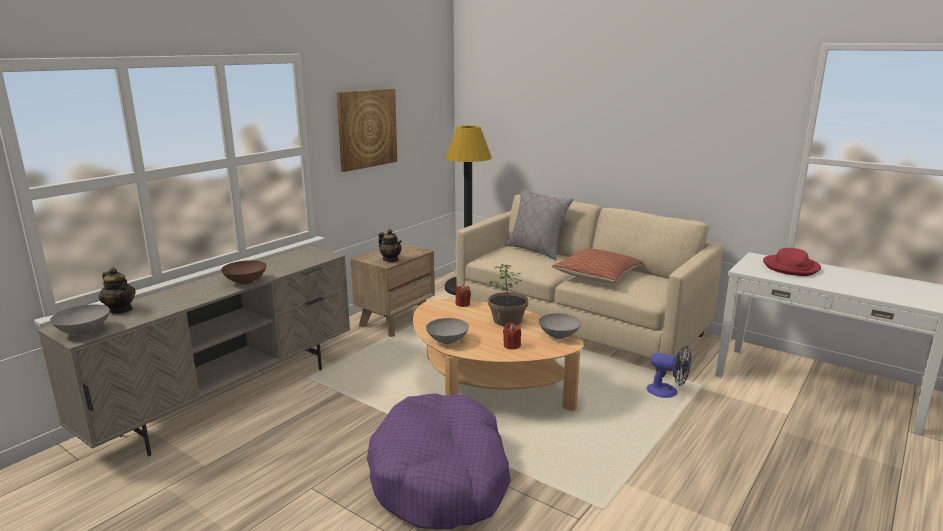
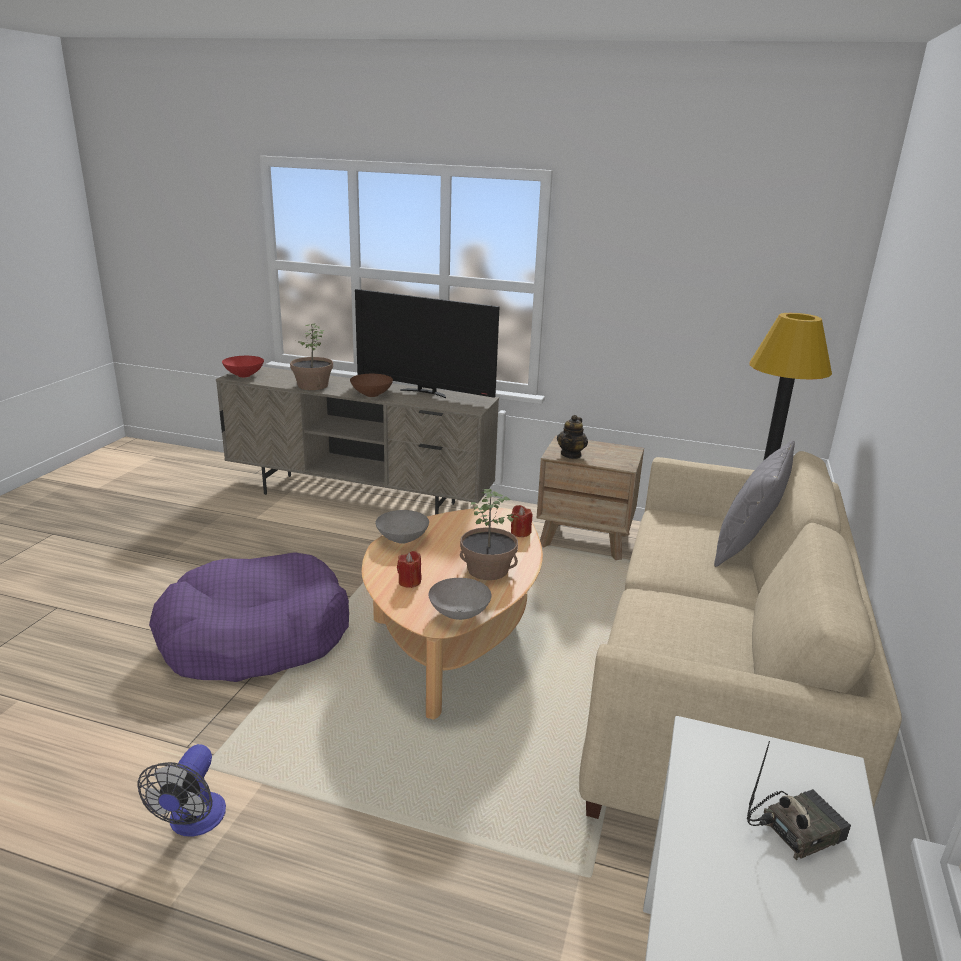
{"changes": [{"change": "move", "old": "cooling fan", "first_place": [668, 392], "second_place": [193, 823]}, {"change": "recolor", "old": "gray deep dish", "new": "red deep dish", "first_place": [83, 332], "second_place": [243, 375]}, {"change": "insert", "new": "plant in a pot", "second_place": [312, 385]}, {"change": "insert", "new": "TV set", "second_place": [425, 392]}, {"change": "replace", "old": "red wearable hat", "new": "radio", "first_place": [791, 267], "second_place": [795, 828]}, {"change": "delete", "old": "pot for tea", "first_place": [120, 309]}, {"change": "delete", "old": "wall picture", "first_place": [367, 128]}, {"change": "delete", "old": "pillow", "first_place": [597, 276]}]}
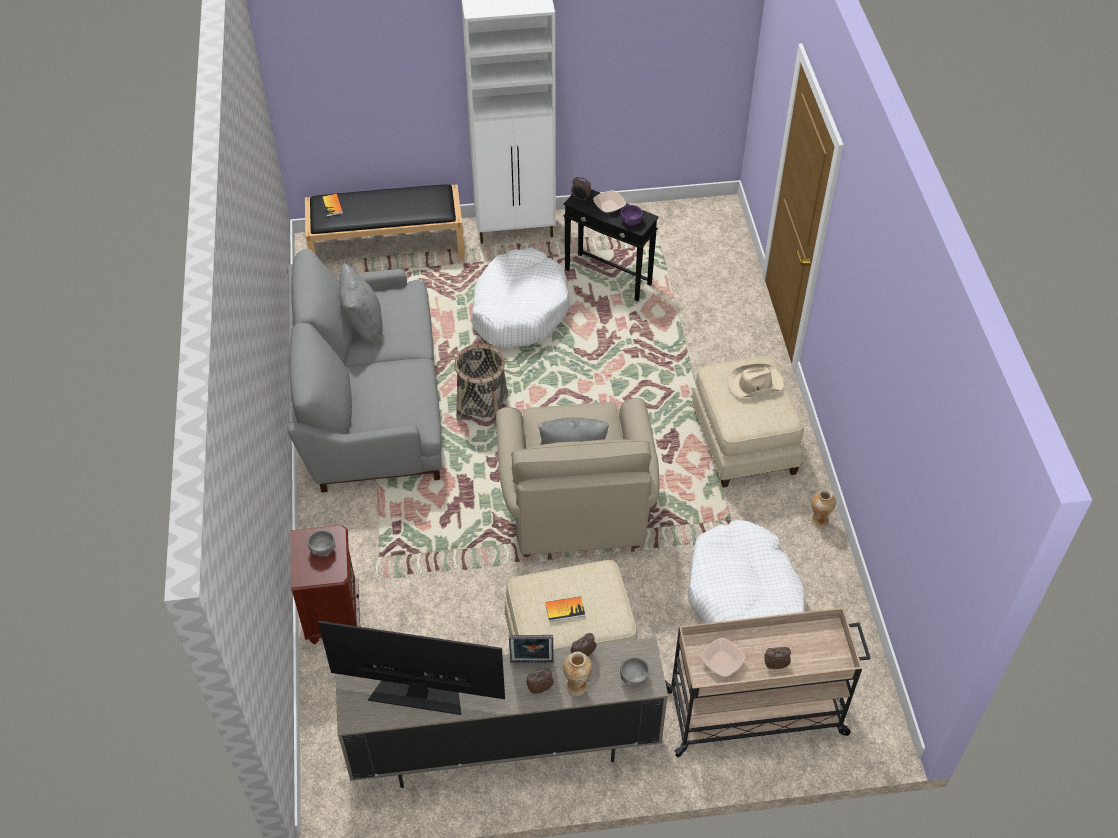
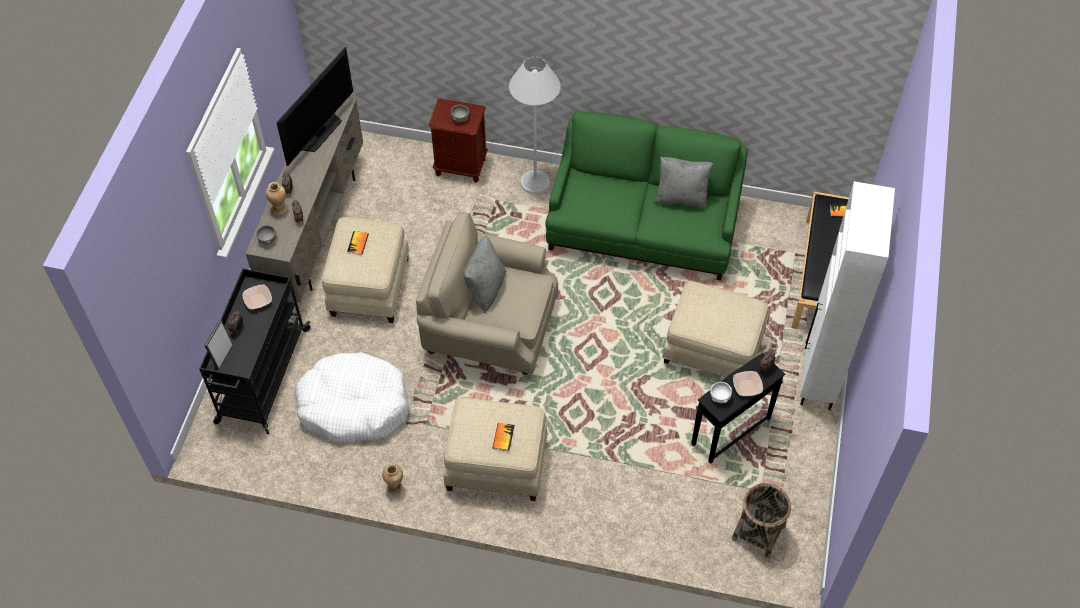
{"changes": [{"change": "recolor", "old": "beige-coloured trolley", "new": "blackish trolley", "first_place": [756, 712], "second_place": [262, 376]}, {"change": "move", "old": "picture frame", "first_place": [531, 663], "second_place": [223, 356]}, {"change": "replace", "old": "beige-coloured wearable hat", "new": "bound book", "first_place": [754, 383], "second_place": [503, 437]}, {"change": "insert", "new": "whitish standard lamp", "second_place": [535, 182]}, {"change": "recolor", "old": "gray settee", "new": "green settee", "first_place": [370, 402], "second_place": [643, 226]}, {"change": "replace", "old": "whitish dog bed", "new": "beige-coloured footrest", "first_place": [519, 309], "second_place": [712, 350]}, {"change": "recolor", "old": "purple-coloured deep dish", "new": "whitish deep dish", "first_place": [631, 221], "second_place": [720, 397]}, {"change": "move", "old": "storage basket", "first_place": [482, 407], "second_place": [758, 532]}]}
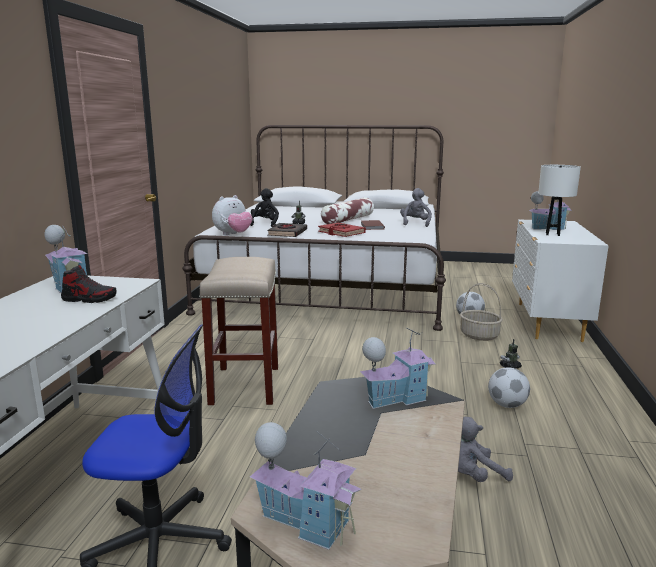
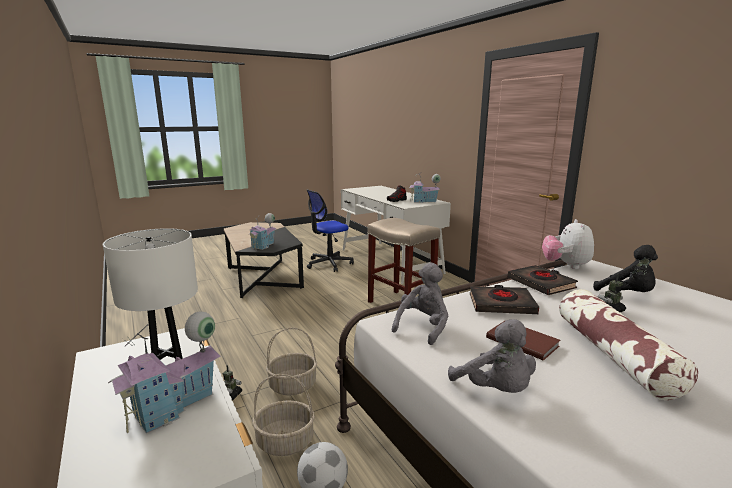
{"changes": [{"change": "insert", "new": "storage basket", "second_place": [292, 386]}, {"change": "move", "old": "gray cuddly toy", "first_place": [474, 476], "second_place": [423, 327]}, {"change": "recolor", "old": "red bound book", "new": "blackish bound book", "first_place": [341, 233], "second_place": [501, 304]}, {"change": "delete", "old": "toy house", "first_place": [306, 522]}, {"change": "delete", "old": "football ball", "first_place": [507, 405]}]}
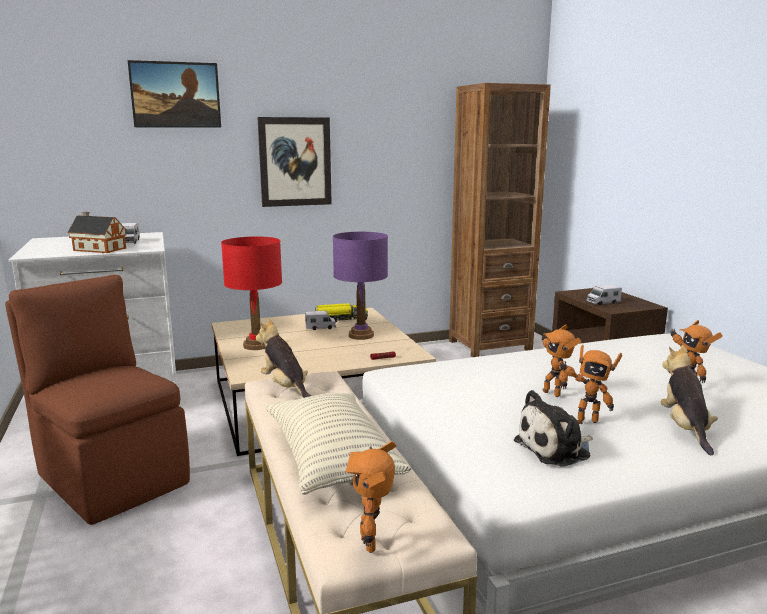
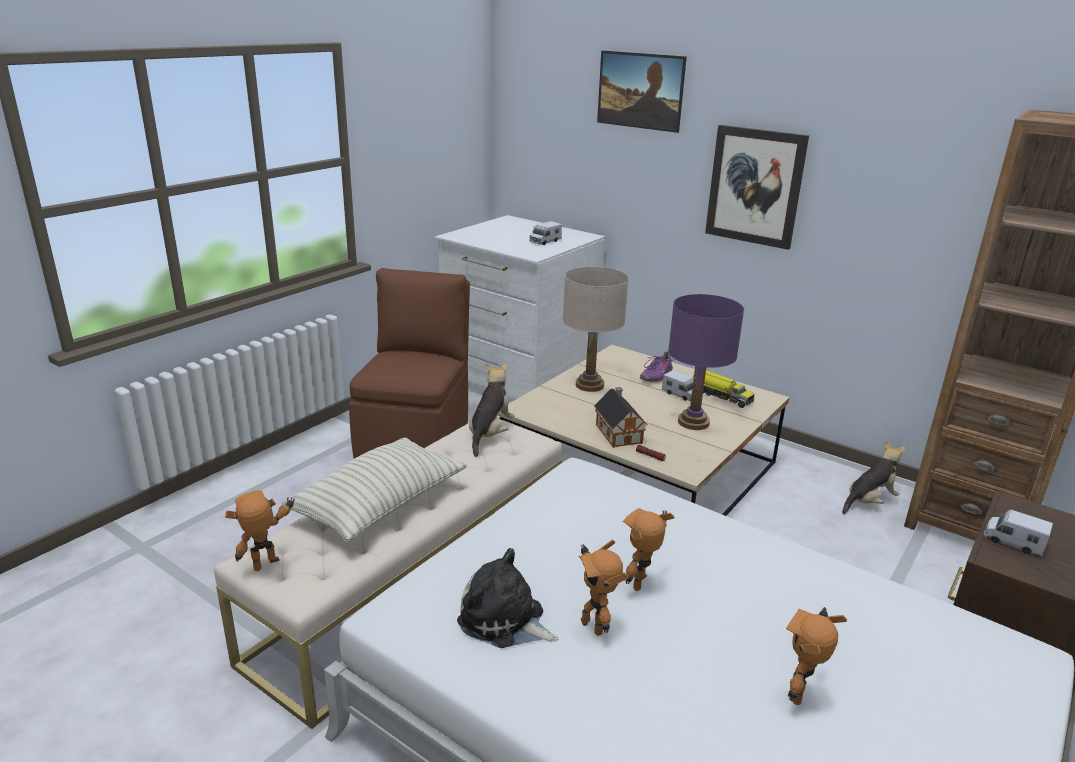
{"changes": [{"change": "recolor", "old": "red lamp for a table", "new": "beige-coloured lamp for a table", "first_place": [257, 345], "second_place": [589, 385]}, {"change": "move", "old": "toy house", "first_place": [98, 249], "second_place": [618, 432]}, {"change": "insert", "new": "purple-coloured item of footwear", "second_place": [655, 376]}, {"change": "move", "old": "cuddly toy", "first_place": [685, 429], "second_place": [869, 502]}]}
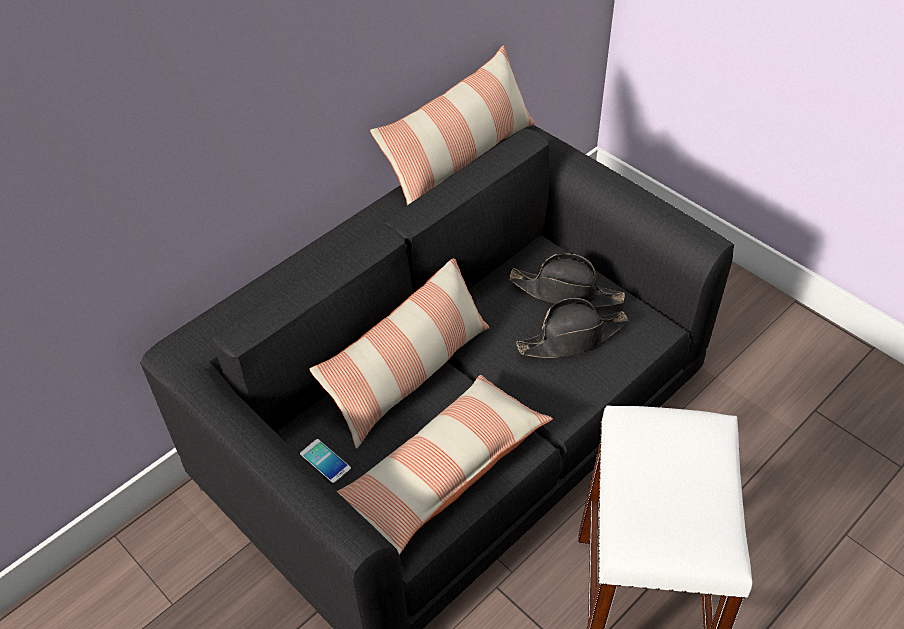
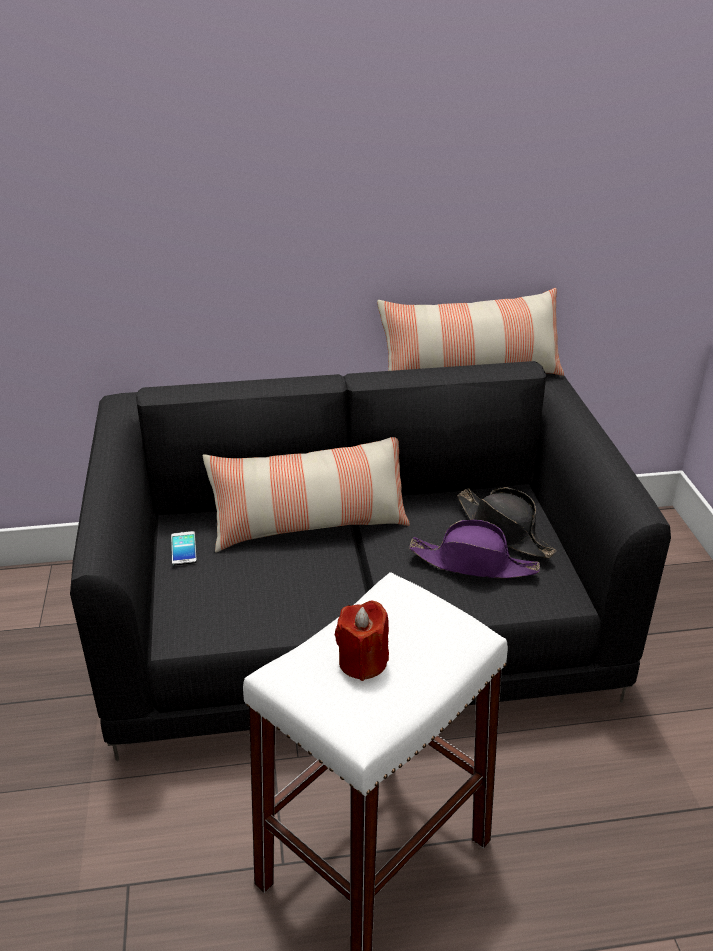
{"changes": [{"change": "insert", "new": "red wax candle", "second_place": [363, 662]}, {"change": "recolor", "old": "blackish wearable hat", "new": "purple-coloured wearable hat", "first_place": [572, 338], "second_place": [474, 563]}, {"change": "delete", "old": "pillow", "first_place": [442, 471]}]}
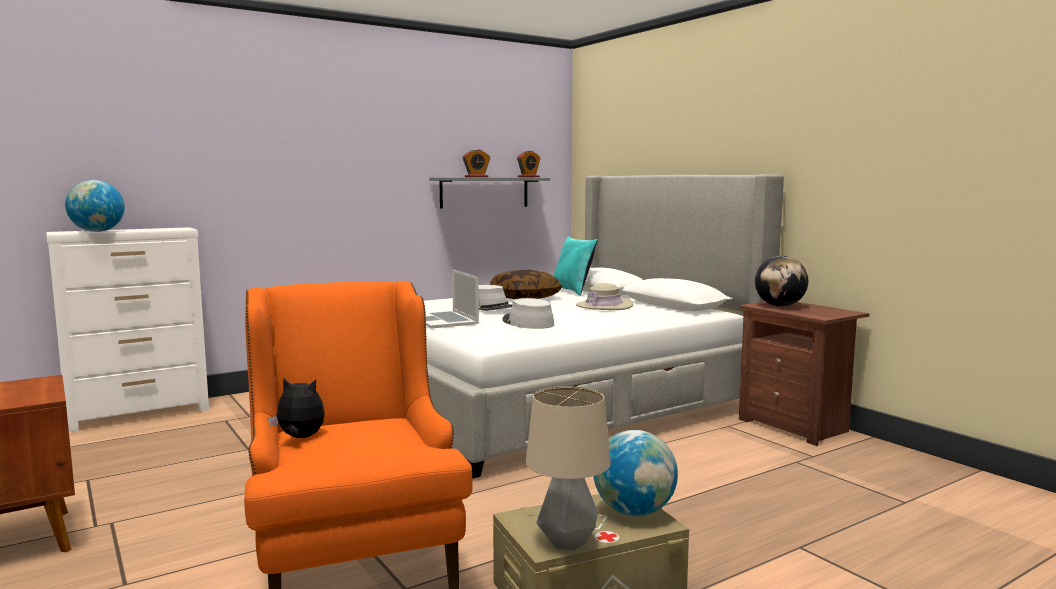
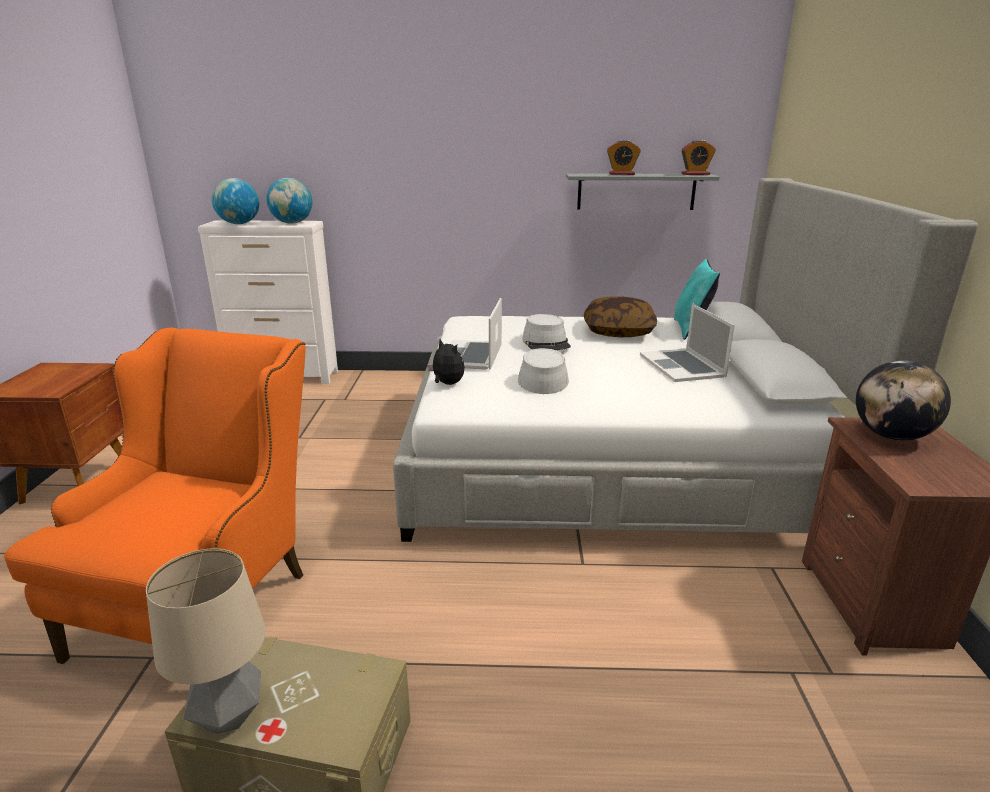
{"changes": [{"change": "move", "old": "world globe", "first_place": [634, 511], "second_place": [292, 223]}, {"change": "move", "old": "cuddly toy", "first_place": [300, 438], "second_place": [447, 384]}, {"change": "replace", "old": "beige-coloured wearable hat", "new": "portable computer", "first_place": [604, 306], "second_place": [682, 365]}]}
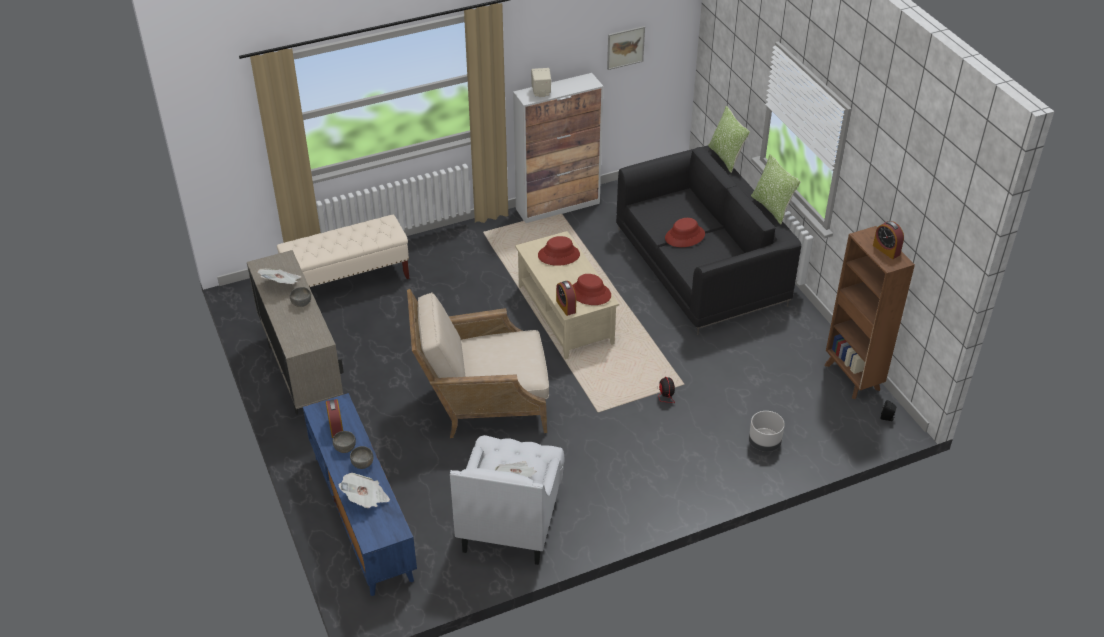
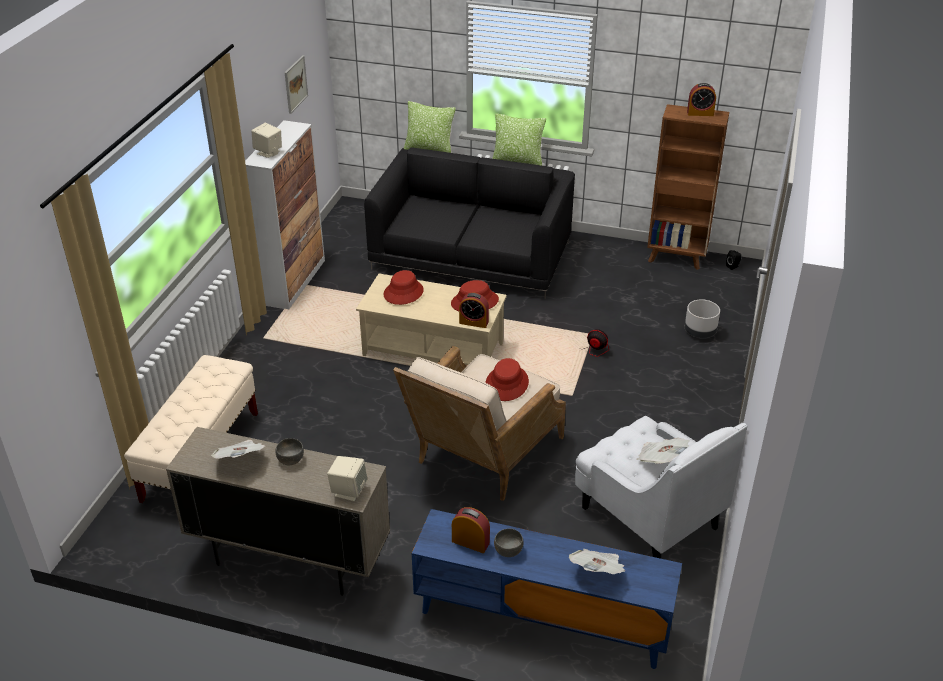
{"changes": [{"change": "insert", "new": "beige-coloured loudspeaker", "second_place": [348, 490]}, {"change": "move", "old": "red wearable hat", "first_place": [685, 236], "second_place": [507, 383]}, {"change": "delete", "old": "gray deep dish", "first_place": [363, 463]}]}
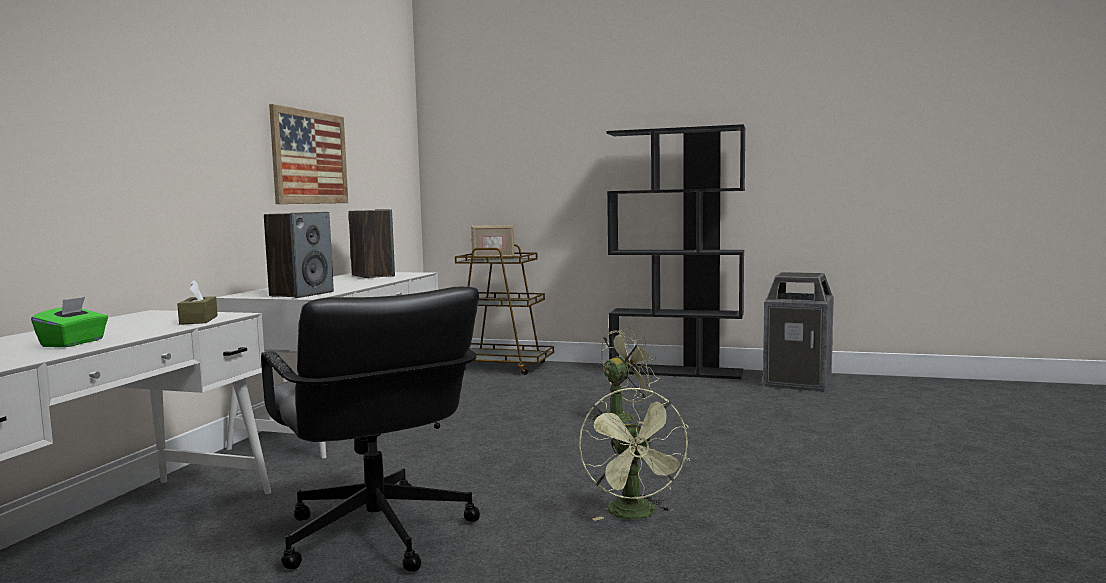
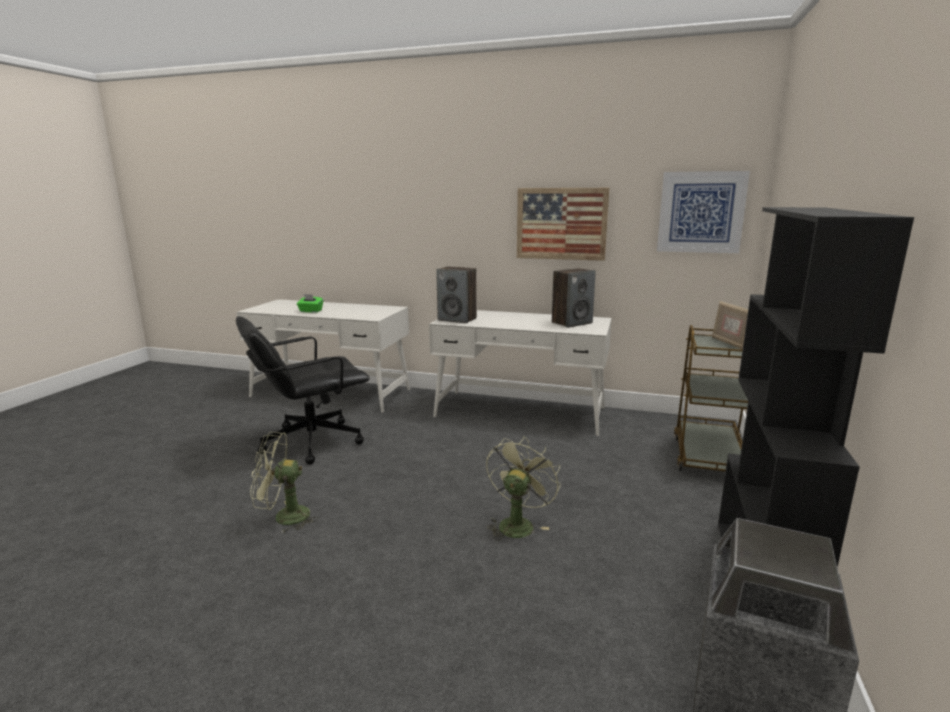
{"changes": [{"change": "rotate", "old": "green cooling fan", "first_place": [622, 417], "second_place": [517, 523], "degrees": -120}, {"change": "insert", "new": "wall picture", "second_place": [701, 212]}, {"change": "delete", "old": "brown box of tissues", "first_place": [199, 320]}]}
